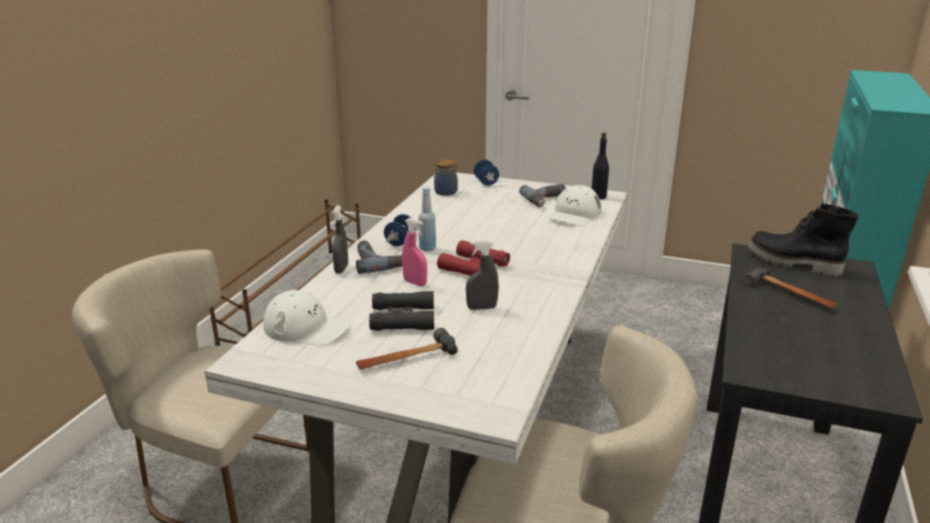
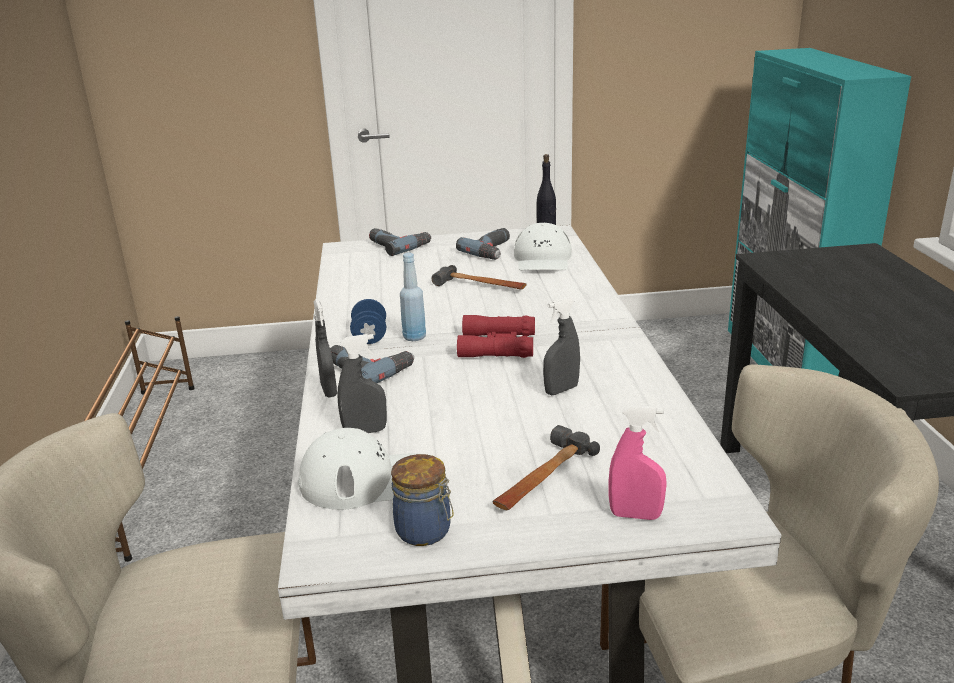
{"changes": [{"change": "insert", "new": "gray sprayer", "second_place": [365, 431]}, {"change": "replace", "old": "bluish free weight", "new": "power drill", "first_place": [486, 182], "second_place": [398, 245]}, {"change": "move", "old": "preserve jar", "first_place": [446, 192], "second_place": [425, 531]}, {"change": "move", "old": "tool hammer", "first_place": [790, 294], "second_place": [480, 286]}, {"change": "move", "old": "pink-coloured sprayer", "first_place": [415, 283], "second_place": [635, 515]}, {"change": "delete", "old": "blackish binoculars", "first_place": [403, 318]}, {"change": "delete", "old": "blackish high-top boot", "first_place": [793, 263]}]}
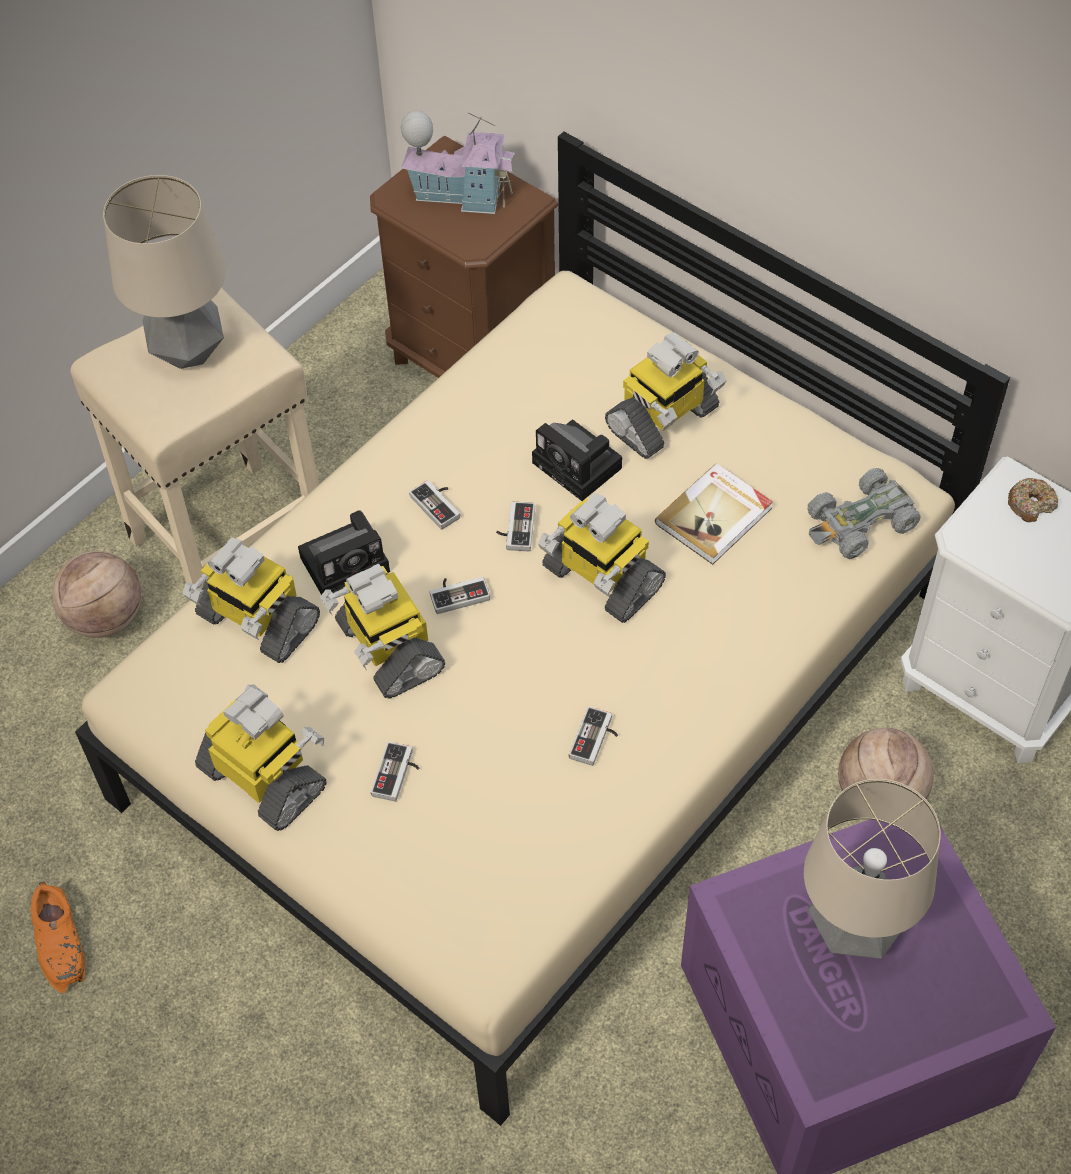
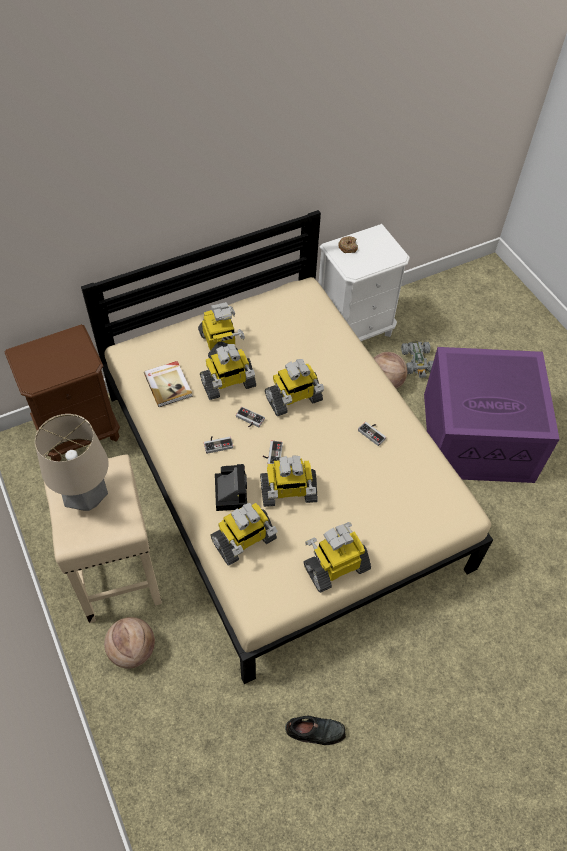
{"changes": [{"change": "move", "old": "bound book", "first_place": [715, 516], "second_place": [168, 385]}, {"change": "replace", "old": "still camera", "new": "model robot", "first_place": [580, 467], "second_place": [228, 384]}, {"change": "recolor", "old": "orange item of footwear", "new": "blackish item of footwear", "first_place": [60, 942], "second_place": [316, 731]}, {"change": "move", "old": "gray toy car", "first_place": [860, 523], "second_place": [417, 362]}, {"change": "delete", "old": "game controller", "first_place": [398, 775]}, {"change": "delete", "old": "toy house", "first_place": [461, 195]}, {"change": "delete", "old": "lamp for a table", "first_place": [852, 932]}]}
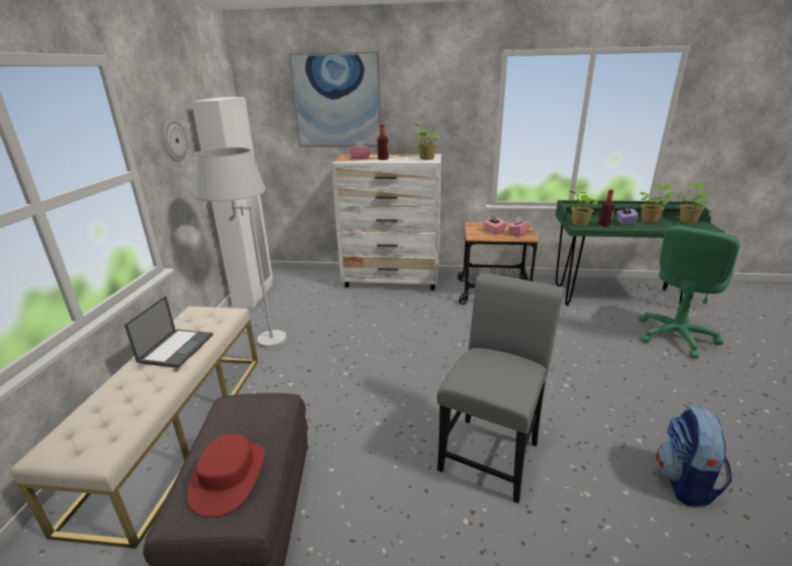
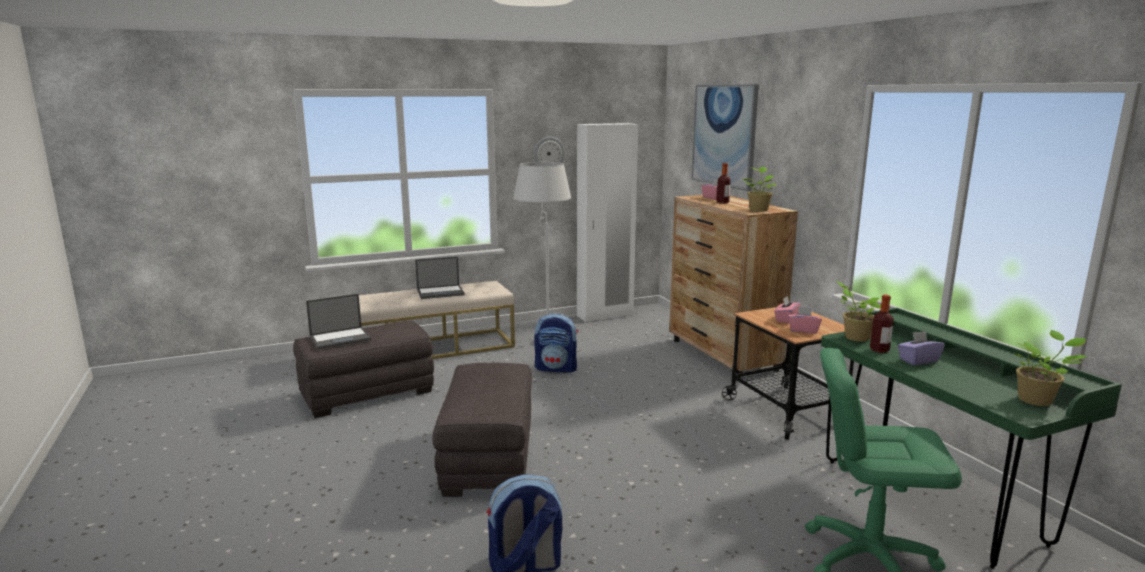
{"changes": [{"change": "replace", "old": "red wearable hat", "new": "portable computer", "first_place": [228, 476], "second_place": [341, 338]}, {"change": "replace", "old": "gray plain chair", "new": "gray footrest", "first_place": [492, 451], "second_place": [489, 458]}, {"change": "insert", "new": "backpack", "second_place": [557, 368]}, {"change": "recolor", "old": "whitish dresser", "new": "brown dresser", "first_place": [392, 280], "second_place": [723, 355]}, {"change": "delete", "old": "plant in a pot", "first_place": [650, 220]}]}
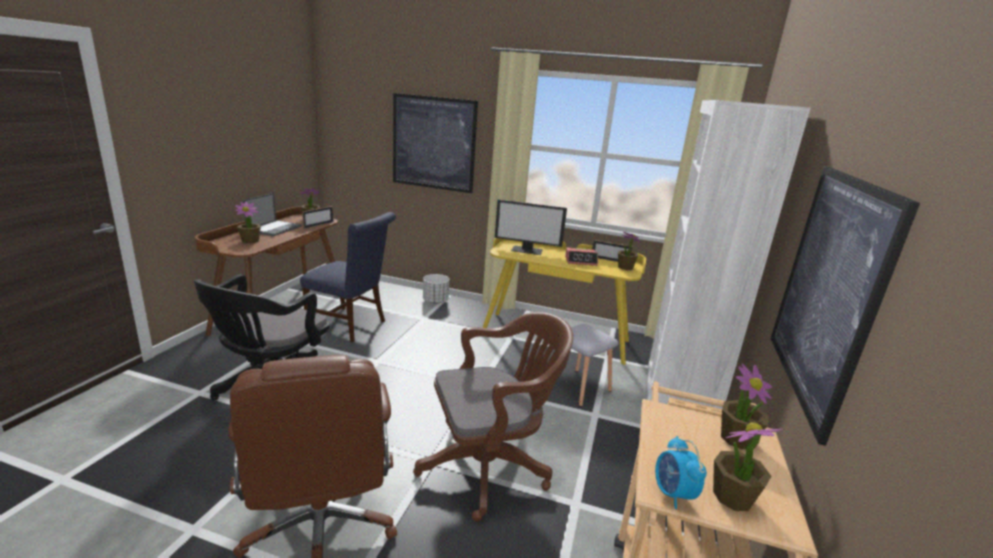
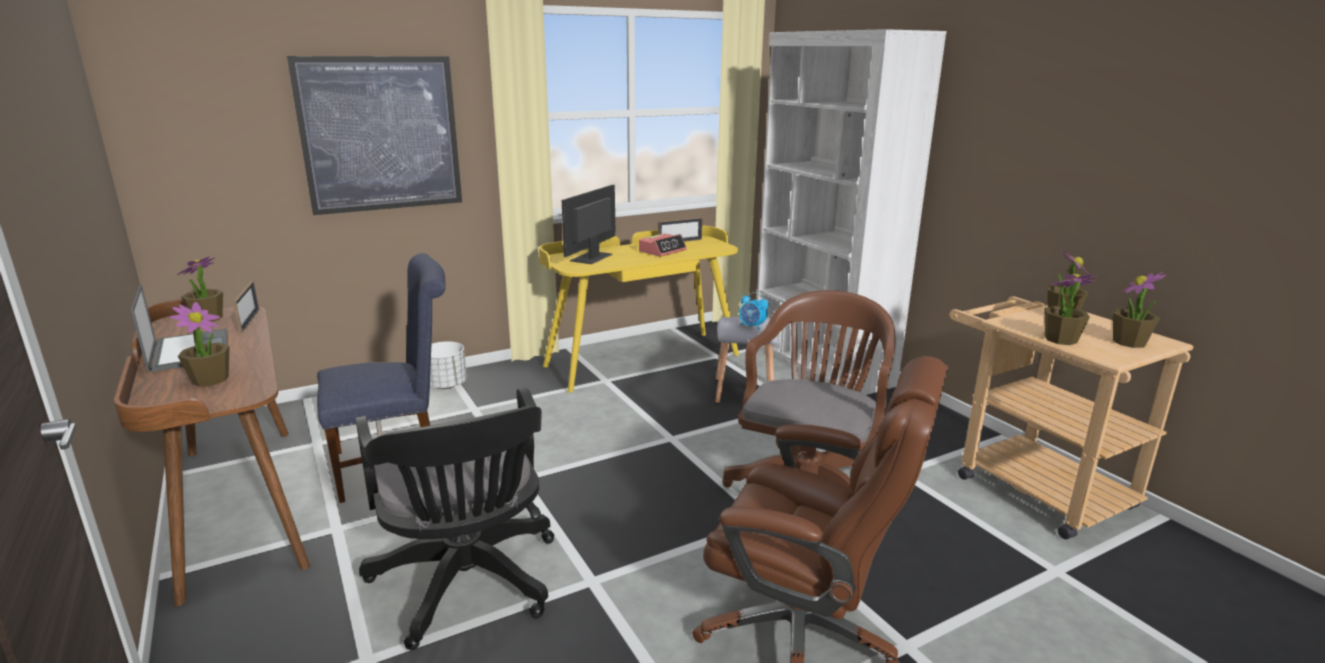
{"changes": [{"change": "rotate", "old": "computer display", "first_place": [527, 250], "second_place": [591, 258], "degrees": 150}, {"change": "move", "old": "alarm clock", "first_place": [673, 494], "second_place": [752, 326]}, {"change": "move", "old": "plant in a pot", "first_place": [625, 267], "second_place": [1060, 339]}, {"change": "delete", "old": "wall picture", "first_place": [828, 290]}]}
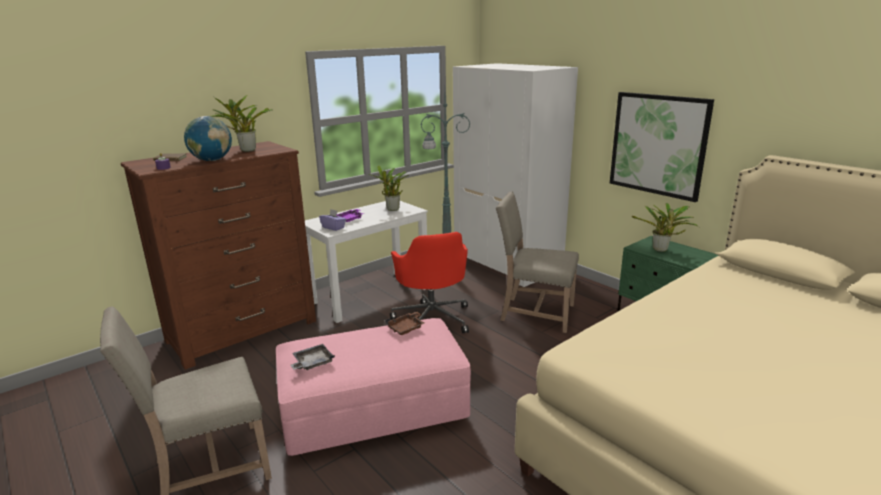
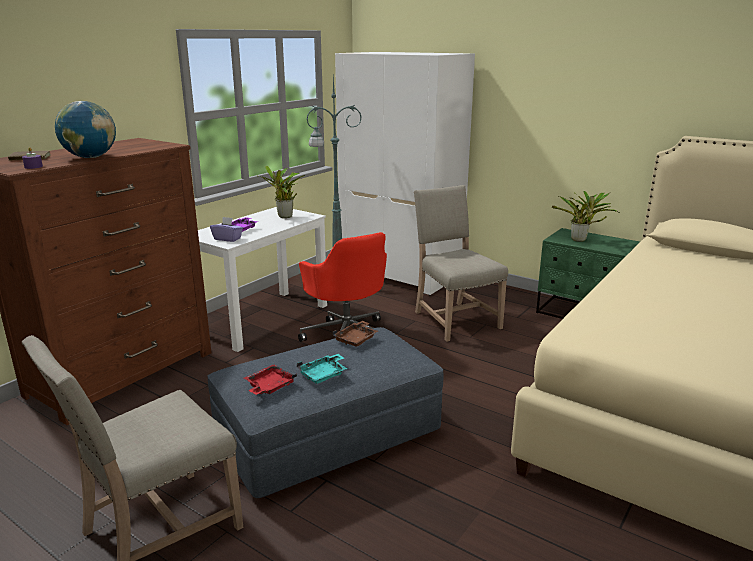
{"changes": [{"change": "recolor", "old": "pink-coloured footrest", "new": "gray footrest", "first_place": [374, 410], "second_place": [328, 437]}, {"change": "recolor", "old": "gray serving tray", "new": "red serving tray", "first_place": [312, 363], "second_place": [269, 386]}, {"change": "insert", "new": "turquoise serving tray", "second_place": [323, 375]}, {"change": "rotate", "old": "beige-coloured plain chair", "first_place": [534, 313], "second_place": [454, 319], "degrees": 60}, {"change": "delete", "old": "plant in a pot", "first_place": [246, 150]}, {"change": "delete", "old": "wall picture", "first_place": [658, 145]}]}
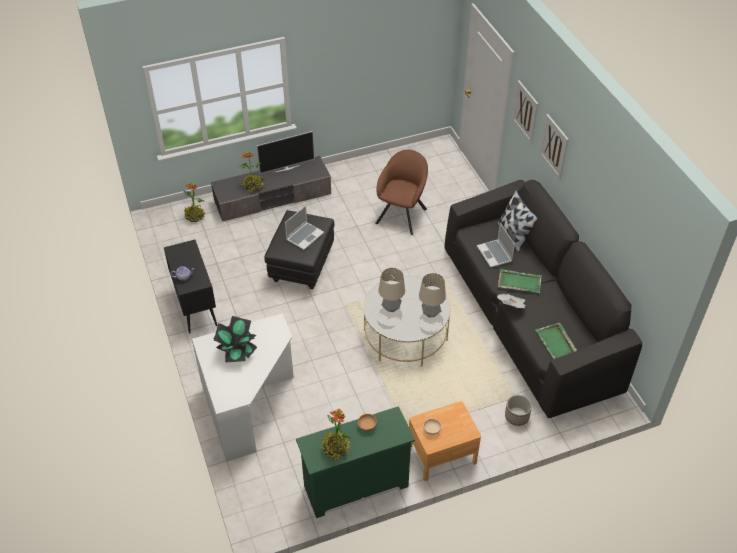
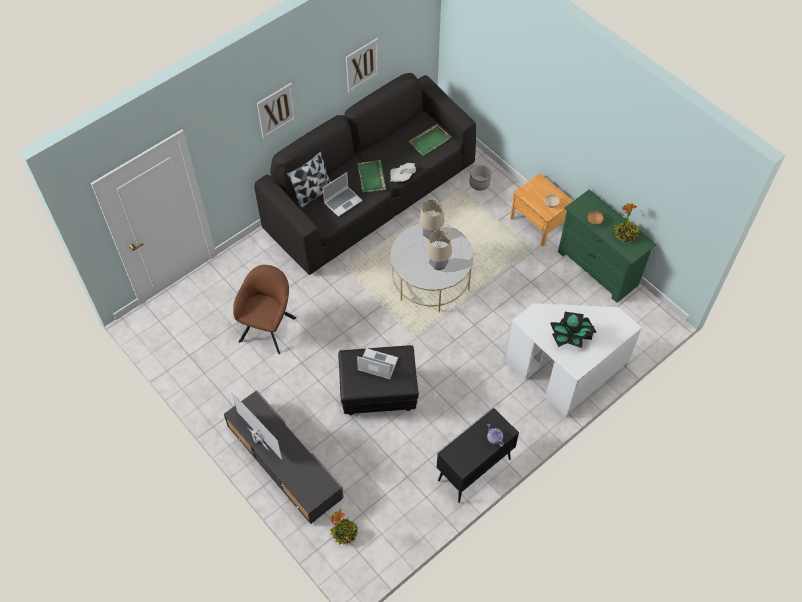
{"changes": [{"change": "rotate", "old": "brown armchair", "first_place": [402, 214], "second_place": [269, 326], "degrees": 105}, {"change": "move", "old": "wall picture", "first_place": [525, 111], "second_place": [362, 65]}, {"change": "delete", "old": "plant in a pot", "first_place": [253, 186]}]}
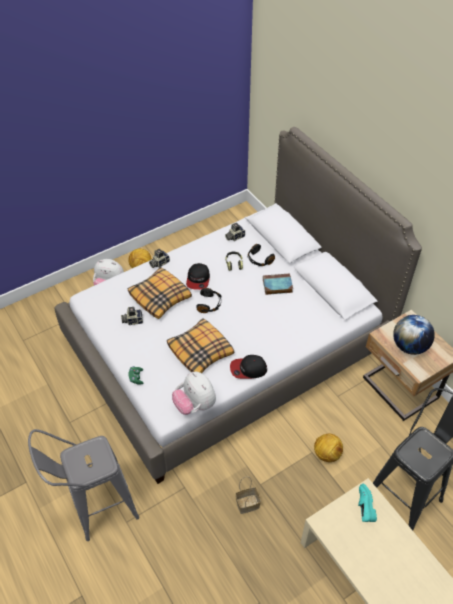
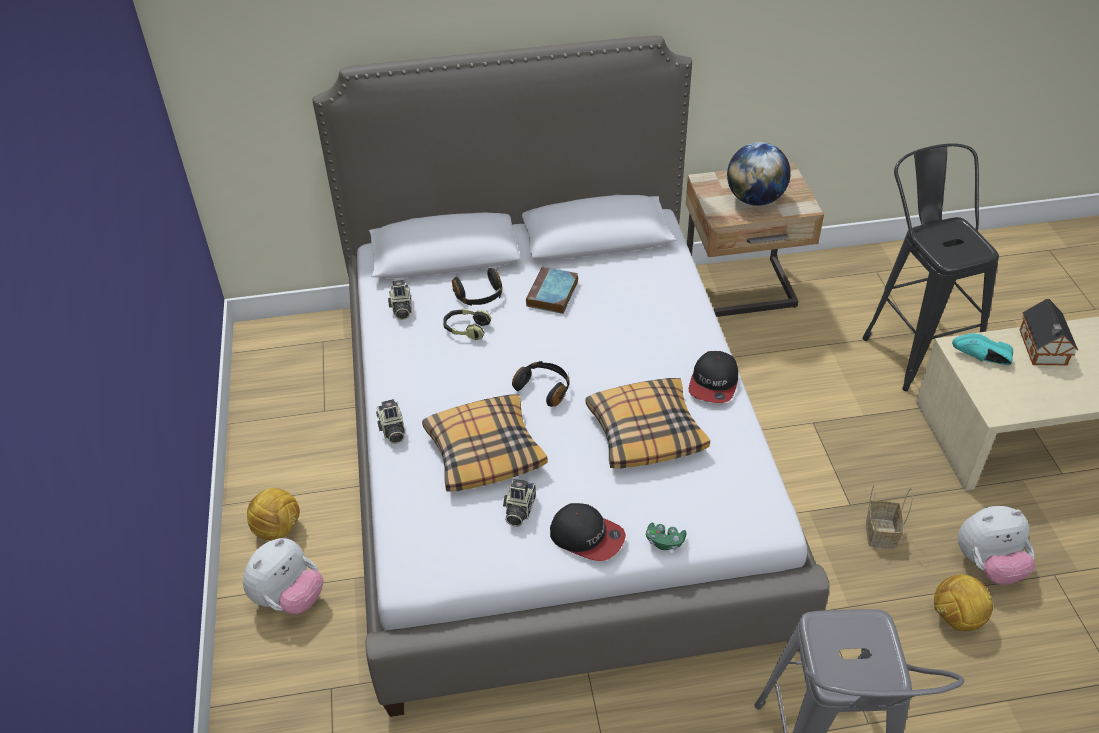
{"changes": [{"change": "move", "old": "cap", "first_place": [198, 279], "second_place": [587, 536]}, {"change": "move", "old": "football ball", "first_place": [326, 454], "second_place": [956, 618]}, {"change": "move", "old": "cuddly toy", "first_place": [195, 405], "second_place": [988, 565]}, {"change": "insert", "new": "toy house", "second_place": [1043, 349]}]}
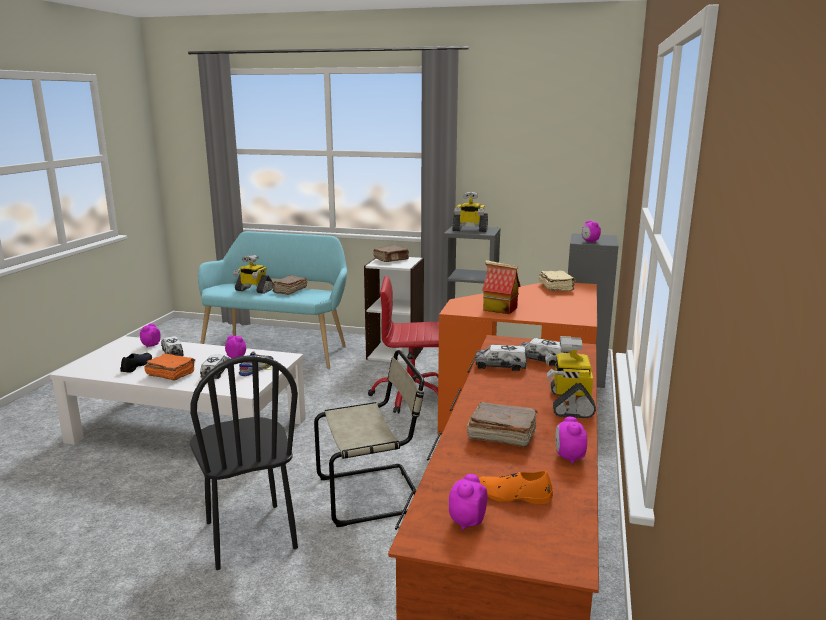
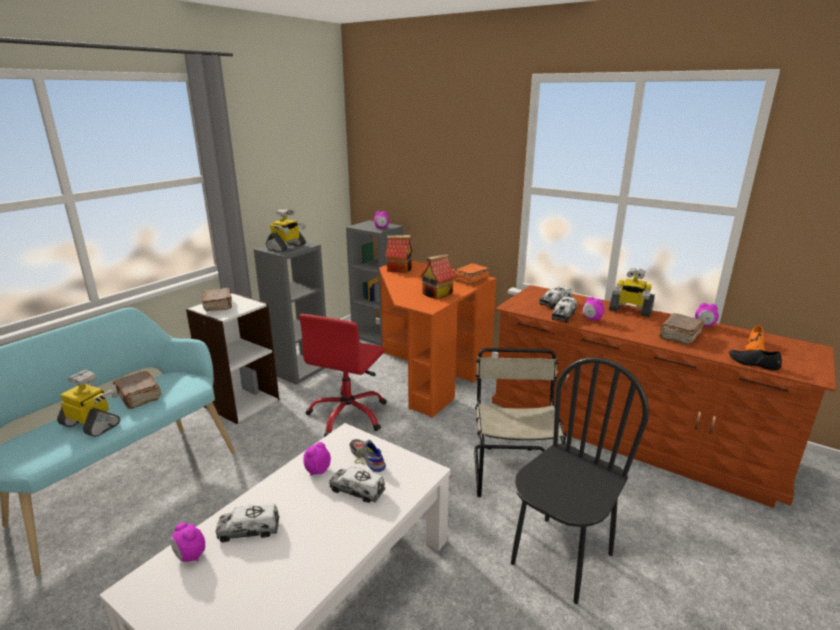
{"changes": [{"change": "rotate", "old": "model robot", "first_place": [253, 290], "second_place": [92, 424], "degrees": -105}, {"change": "replace", "old": "beige-coloured bound book", "new": "toy house", "first_place": [556, 287], "second_place": [400, 269]}, {"change": "move", "old": "orange bound book", "first_place": [170, 374], "second_place": [470, 280]}, {"change": "rotate", "old": "blackish plain chair", "first_place": [249, 535], "second_place": [561, 558], "degrees": -45}, {"change": "move", "old": "alarm clock", "first_place": [466, 521], "second_place": [591, 319]}, {"change": "move", "old": "blackish item of footwear", "first_place": [136, 366], "second_place": [753, 363]}]}
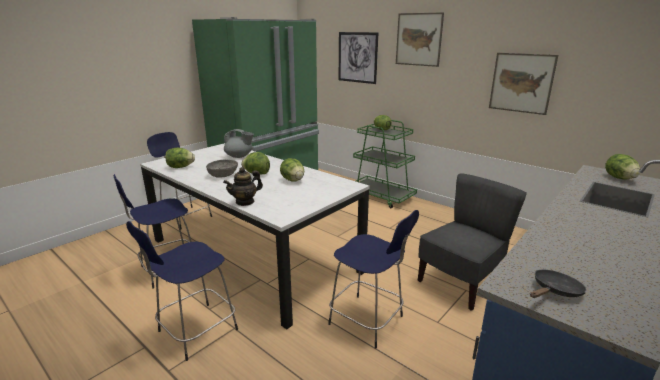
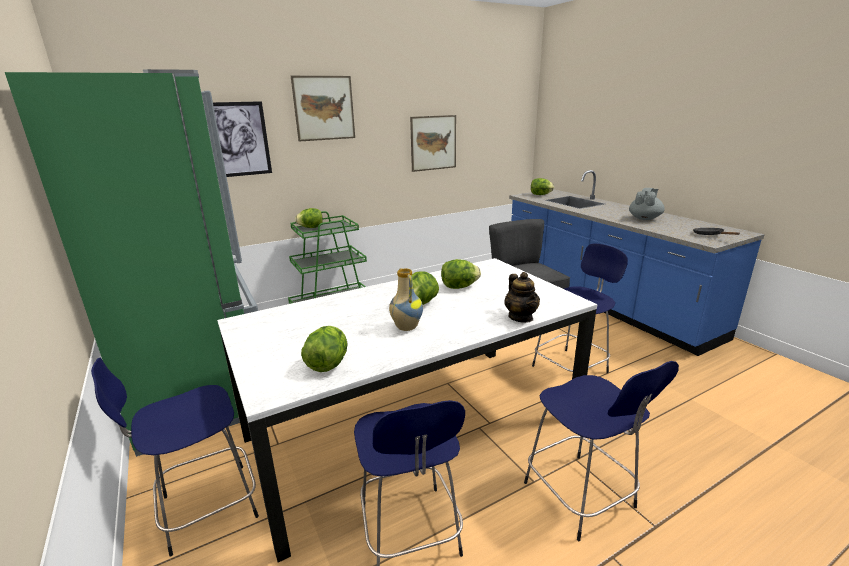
{"changes": [{"change": "replace", "old": "gray deep dish", "new": "flower vase", "first_place": [223, 175], "second_place": [405, 327]}, {"change": "move", "old": "gray pot for tea", "first_place": [239, 156], "second_place": [644, 218]}]}
